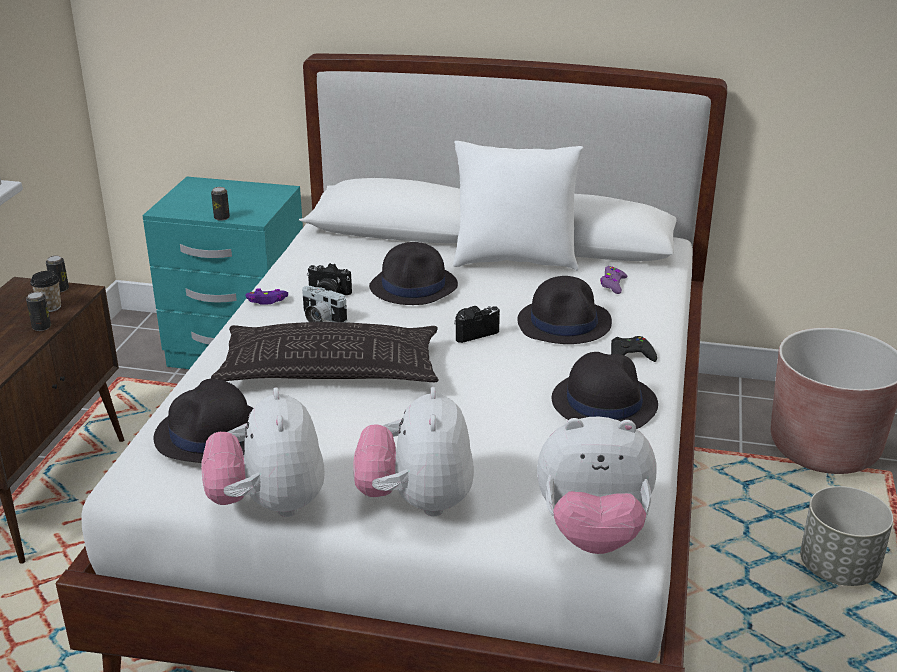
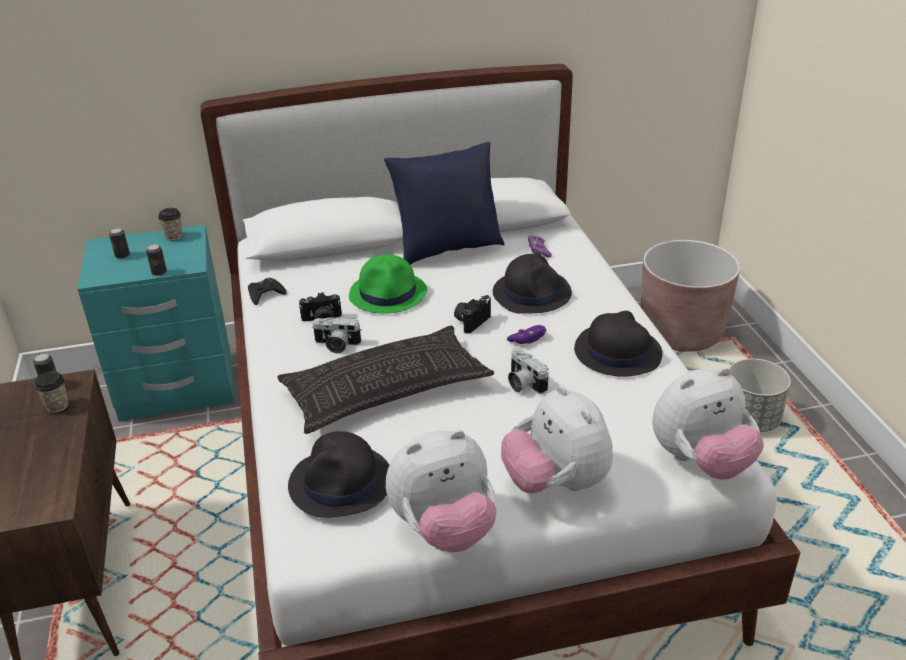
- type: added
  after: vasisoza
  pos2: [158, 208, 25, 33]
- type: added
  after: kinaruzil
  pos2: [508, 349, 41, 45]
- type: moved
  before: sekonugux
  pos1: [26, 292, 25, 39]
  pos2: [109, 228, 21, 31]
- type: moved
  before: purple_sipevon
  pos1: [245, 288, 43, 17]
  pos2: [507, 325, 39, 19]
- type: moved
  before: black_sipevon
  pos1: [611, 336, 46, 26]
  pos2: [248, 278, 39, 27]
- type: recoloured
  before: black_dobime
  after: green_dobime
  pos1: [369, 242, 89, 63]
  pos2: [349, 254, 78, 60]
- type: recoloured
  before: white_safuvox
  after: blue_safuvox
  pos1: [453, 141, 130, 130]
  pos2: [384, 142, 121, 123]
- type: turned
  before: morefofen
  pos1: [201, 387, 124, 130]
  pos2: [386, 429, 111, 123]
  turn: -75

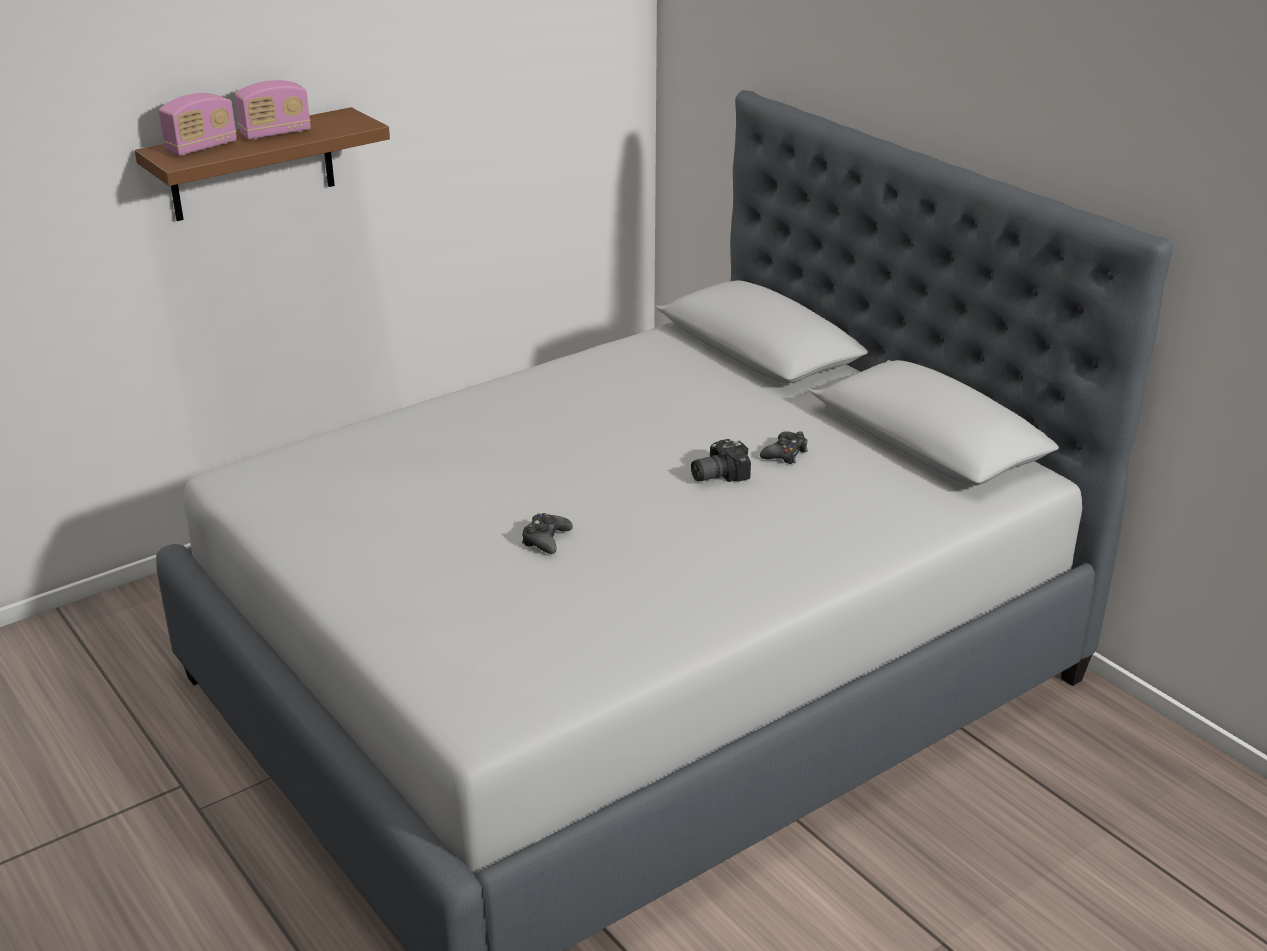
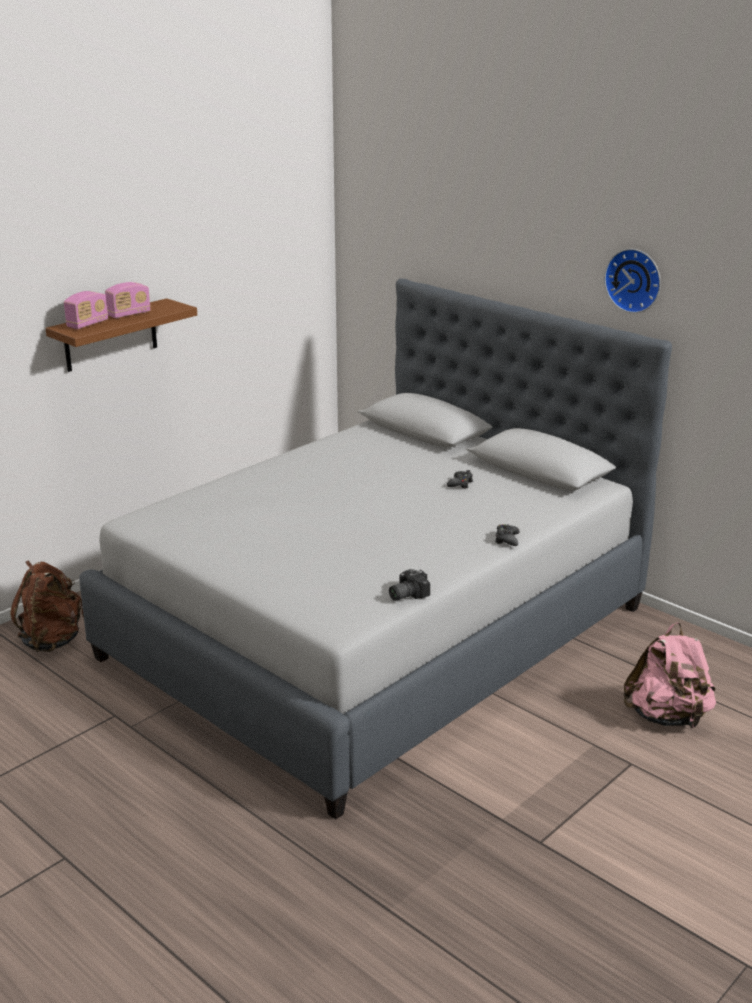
- type: added
  after: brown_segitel
  pos2: [10, 560, 74, 92]
- type: added
  after: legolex
  pos2: [604, 249, 57, 64]
- type: added
  after: pink_segitel
  pos2: [624, 622, 92, 106]
- type: moved
  before: black_sipevon
  pos1: [522, 513, 51, 41]
  pos2: [495, 524, 25, 22]
- type: moved
  before: kinaruzil
  pos1: [691, 439, 60, 43]
  pos2: [389, 569, 41, 32]

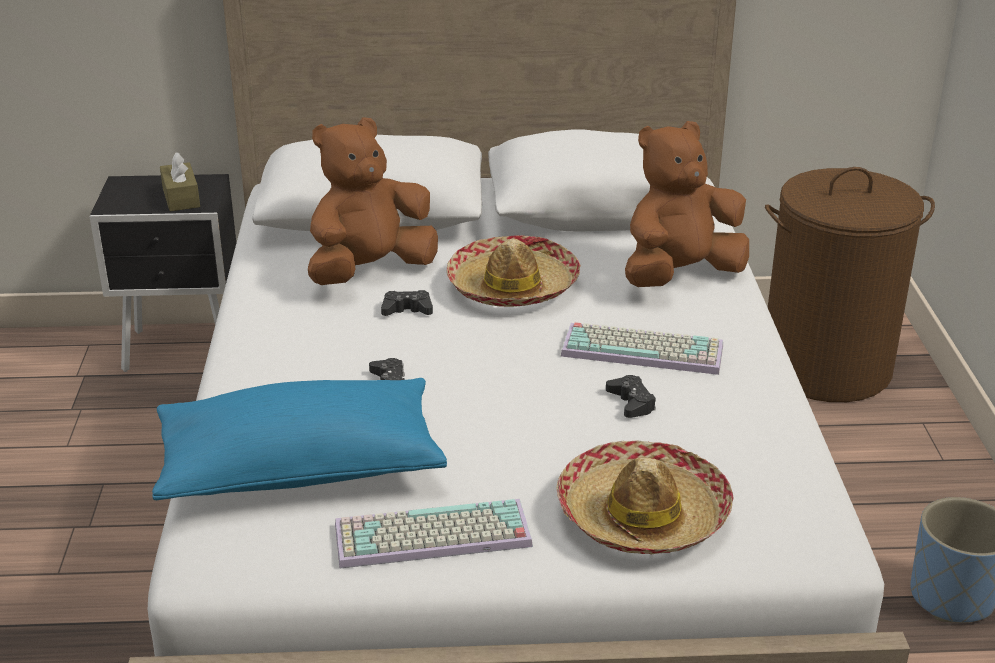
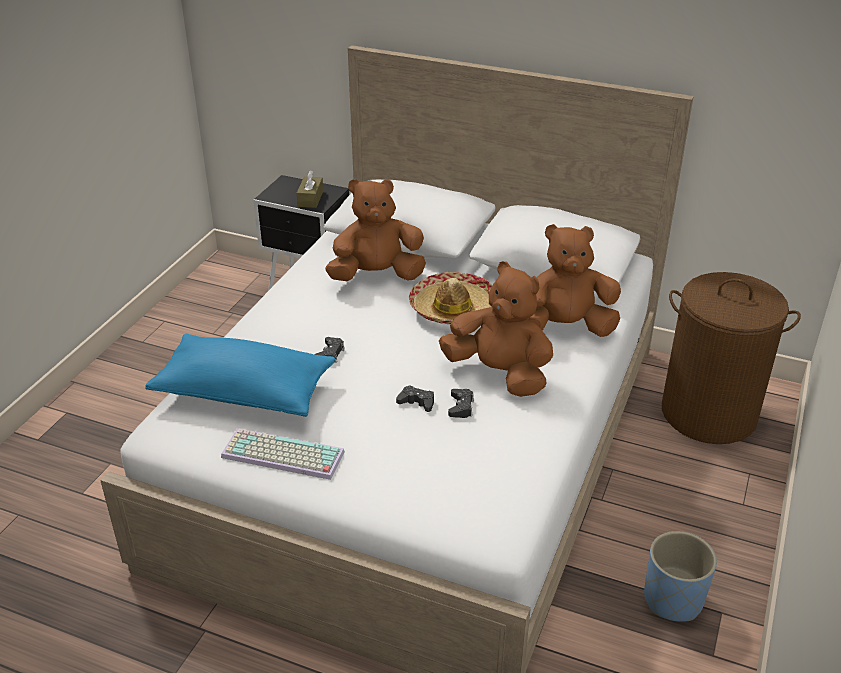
- type: removed
  before: dobime
  pos1: [556, 440, 178, 114]
- type: moved
  before: black_sipevon
  pos1: [381, 290, 52, 26]
  pos2: [396, 385, 38, 27]
- type: replaced
  before: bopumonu
  after: brown_morefofen
  pos1: [561, 322, 162, 53]
  pos2: [439, 261, 114, 136]

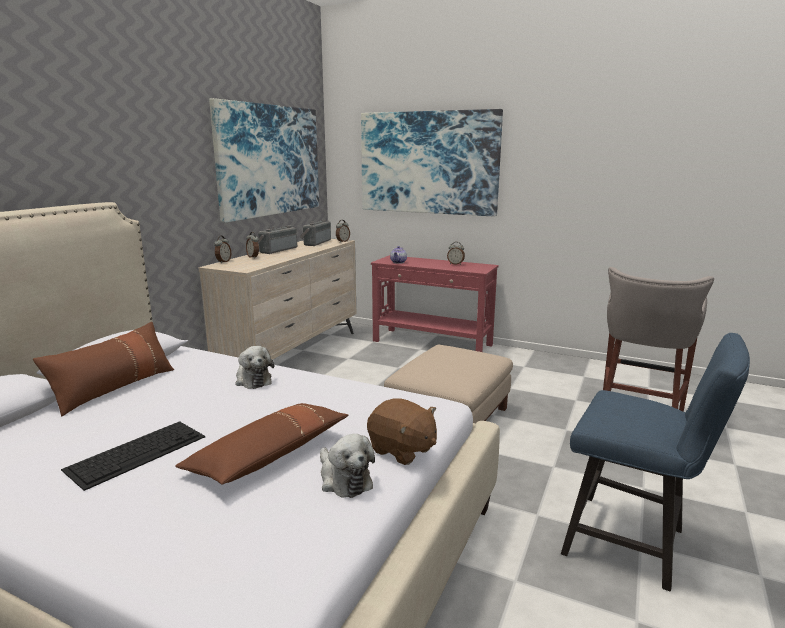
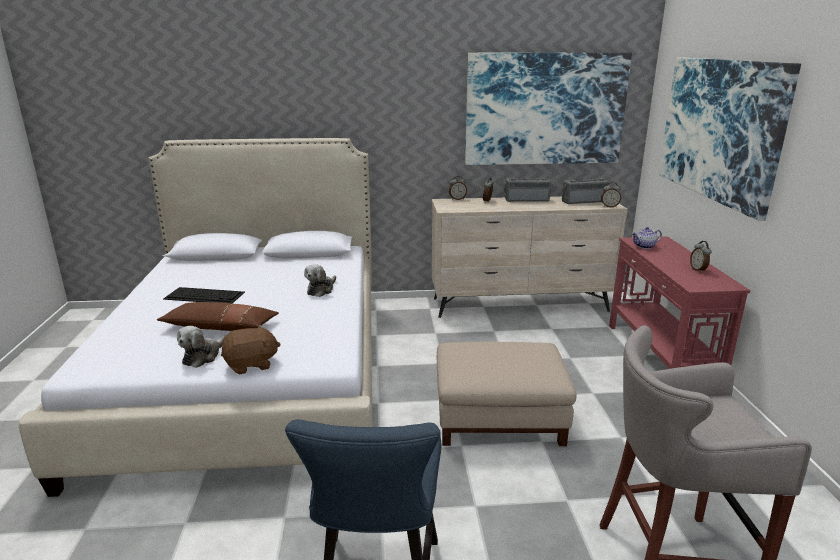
- type: removed
  before: brown_safuvox
  pos1: [33, 322, 141, 94]
- type: turned
  before: brown_morefofen
  pos1: [367, 398, 70, 67]
  pos2: [221, 324, 60, 50]
  turn: -120

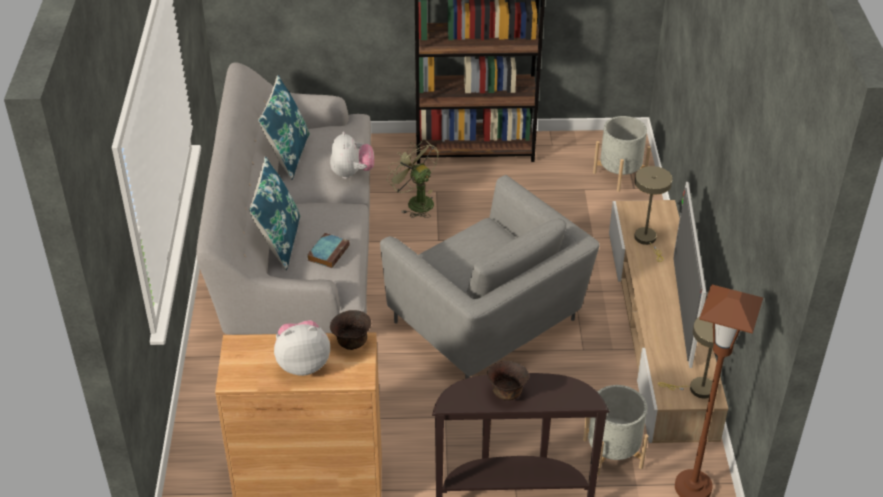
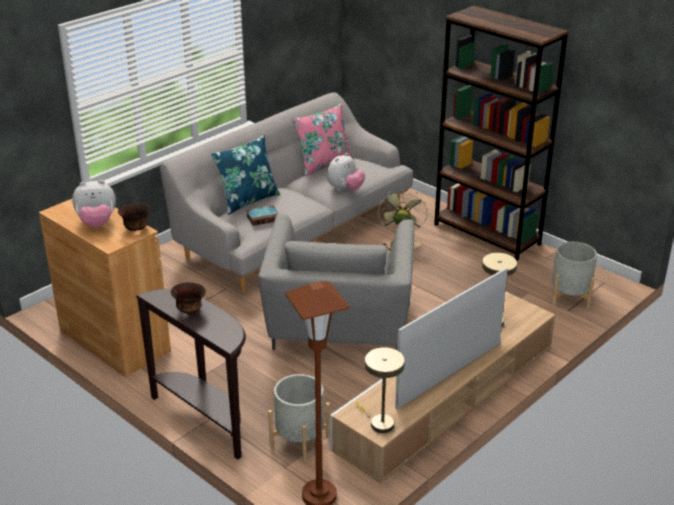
- type: recoloured
  before: blue_safuvox
  after: pink_safuvox
  pos1: [258, 75, 52, 105]
  pos2: [292, 104, 62, 73]
- type: turned
  before: morefofen
  pos1: [274, 320, 56, 56]
  pos2: [72, 180, 44, 48]
  turn: 135

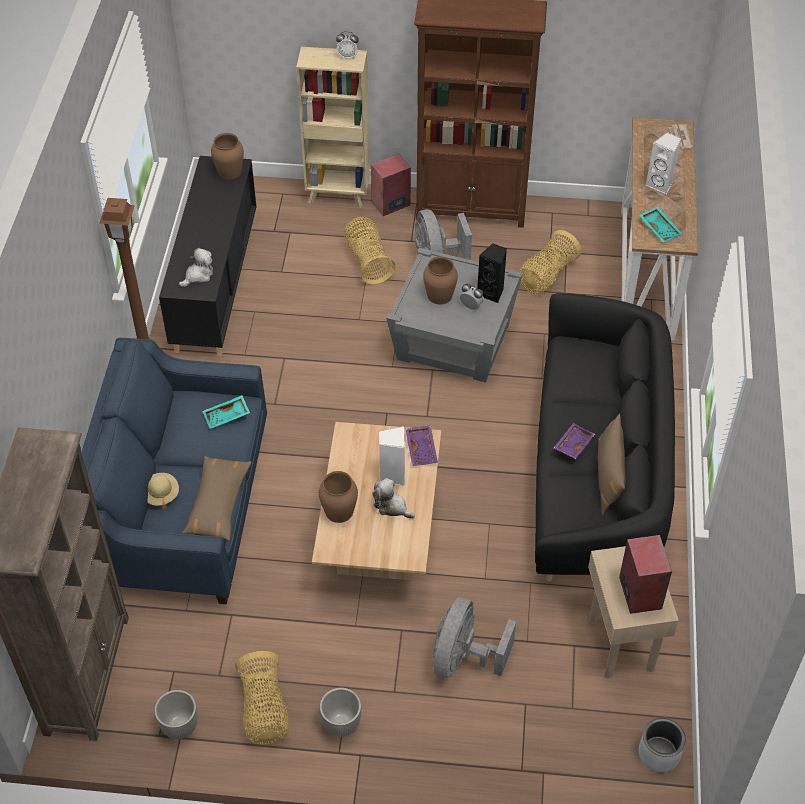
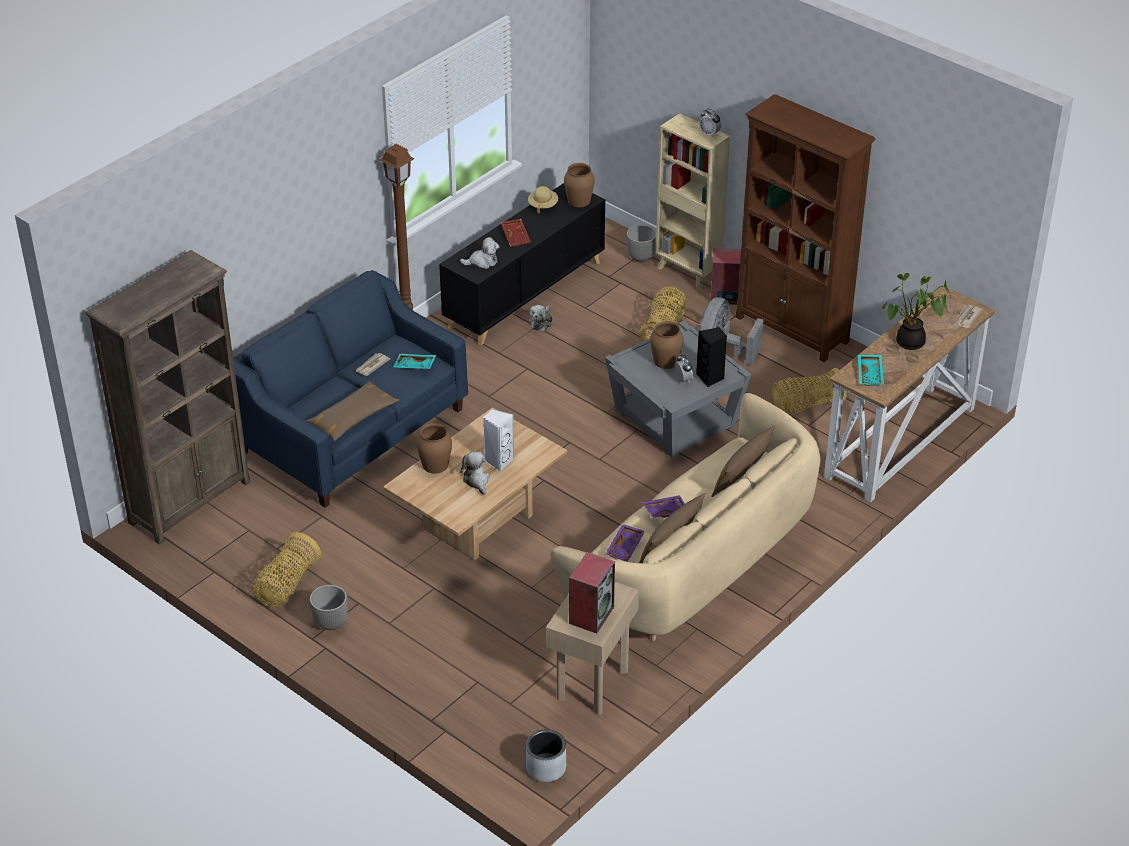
- type: removed
  before: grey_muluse
  pos1: [433, 597, 83, 81]
- type: added
  after: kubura
  pos2: [355, 353, 35, 23]
- type: added
  after: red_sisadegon
  pos2: [501, 219, 30, 28]
- type: added
  after: morefofen
  pos2: [529, 305, 24, 26]
- type: added
  after: brown_safuvox
  pos2: [711, 425, 64, 72]
- type: moved
  before: beige_dobime
  pos1: [147, 473, 32, 37]
  pos2: [528, 186, 30, 28]
- type: moved
  before: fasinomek
  pos1: [154, 690, 44, 49]
  pos2: [626, 225, 30, 37]
- type: moved
  before: purple_sisadegon
  pos1: [405, 425, 33, 41]
  pos2: [605, 524, 40, 38]
- type: replaced
  before: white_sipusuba
  after: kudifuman
  pos1: [646, 132, 35, 62]
  pos2: [882, 273, 69, 77]
- type: recoloured
  before: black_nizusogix
  after: beige_nizusogix
  pos1: [535, 293, 140, 288]
  pos2: [551, 393, 270, 248]

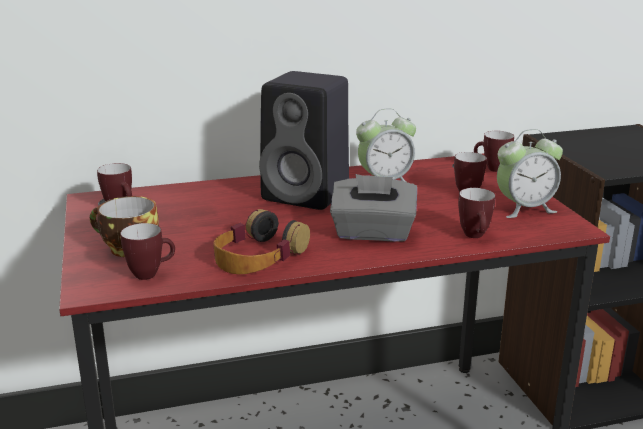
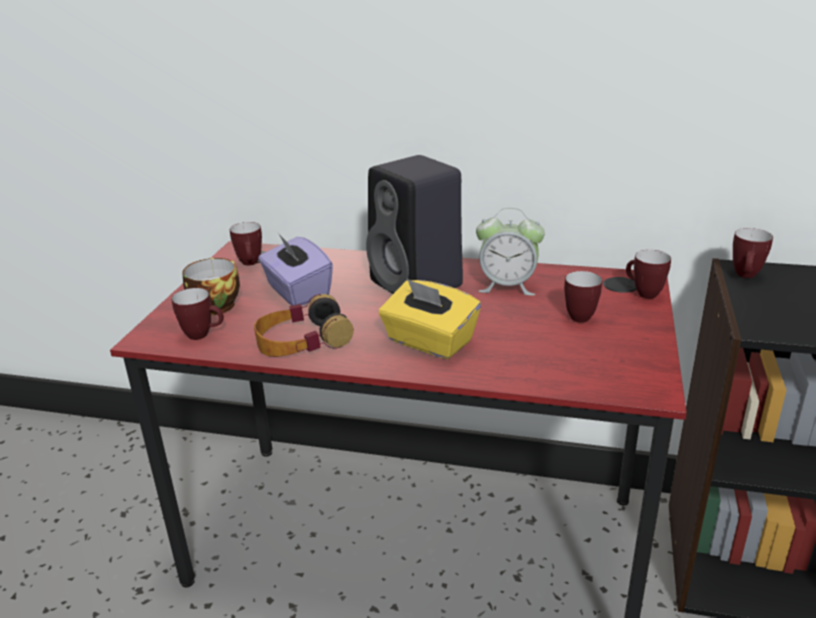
- type: removed
  before: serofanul
  pos1: [497, 129, 66, 89]
- type: added
  after: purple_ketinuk
  pos2: [258, 233, 75, 73]
- type: moved
  before: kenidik
  pos1: [458, 188, 38, 50]
  pos2: [733, 228, 40, 50]
- type: recoloured
  before: grey_ketinuk
  after: yellow_ketinuk
  pos1: [330, 174, 87, 68]
  pos2: [378, 279, 103, 80]

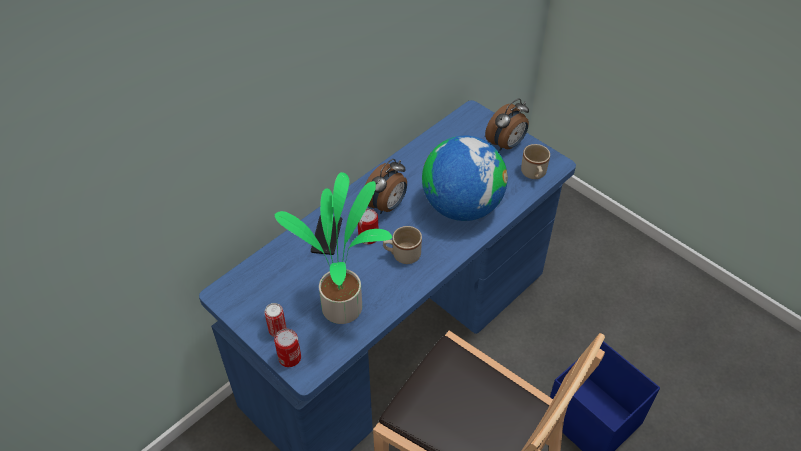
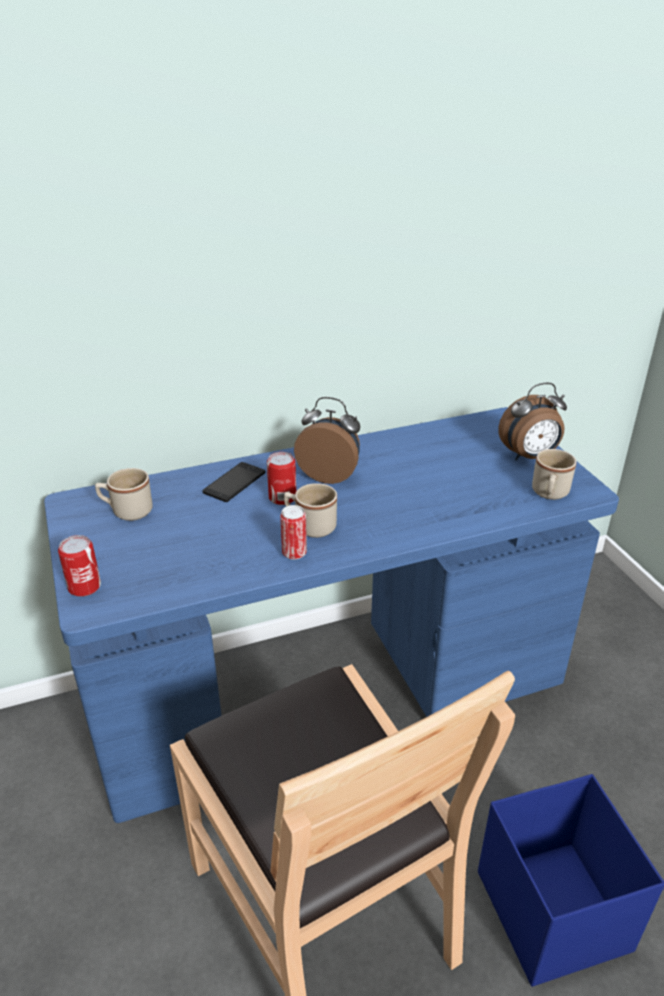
- type: removed
  before: kudifuman
  pos1: [275, 172, 117, 152]
- type: removed
  before: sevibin
  pos1: [422, 135, 86, 86]
- type: added
  after: beige_kenidik
  pos2: [95, 468, 58, 53]
- type: moved
  before: sekonugux
  pos1: [264, 303, 23, 34]
  pos2: [280, 505, 27, 55]
- type: turned
  before: serofanul
  pos1: [365, 159, 42, 55]
  pos2: [294, 397, 66, 87]
  turn: -135

